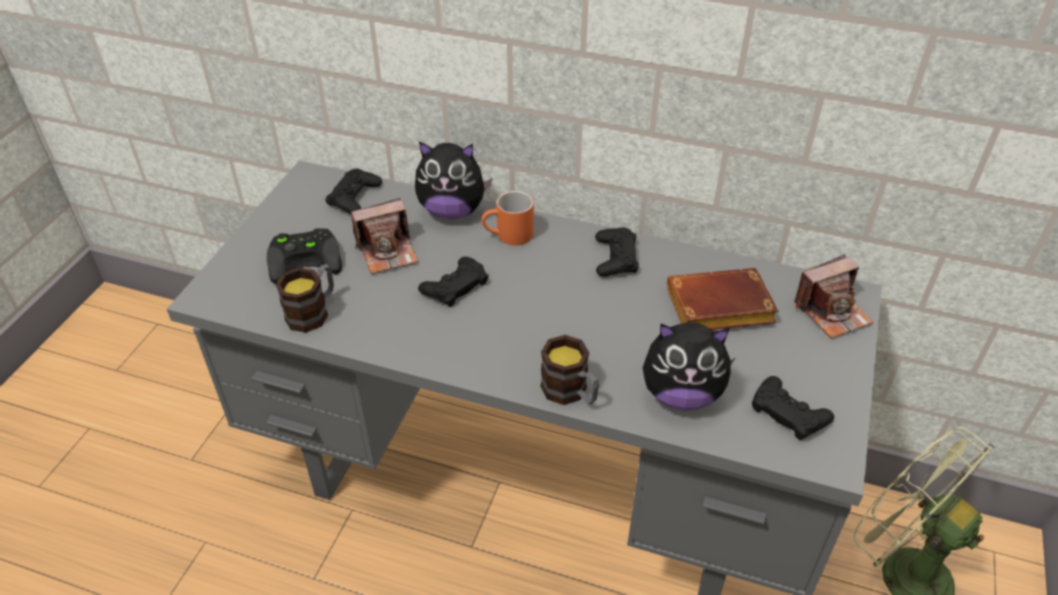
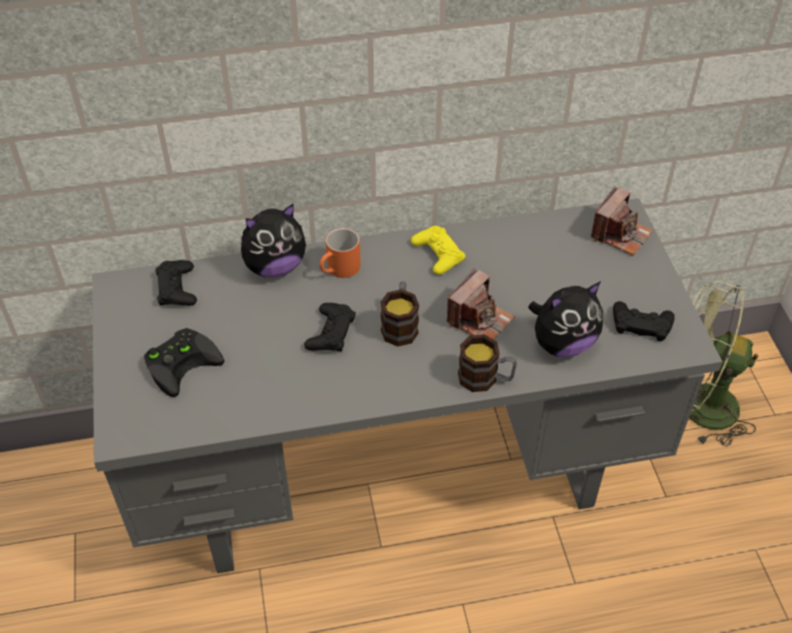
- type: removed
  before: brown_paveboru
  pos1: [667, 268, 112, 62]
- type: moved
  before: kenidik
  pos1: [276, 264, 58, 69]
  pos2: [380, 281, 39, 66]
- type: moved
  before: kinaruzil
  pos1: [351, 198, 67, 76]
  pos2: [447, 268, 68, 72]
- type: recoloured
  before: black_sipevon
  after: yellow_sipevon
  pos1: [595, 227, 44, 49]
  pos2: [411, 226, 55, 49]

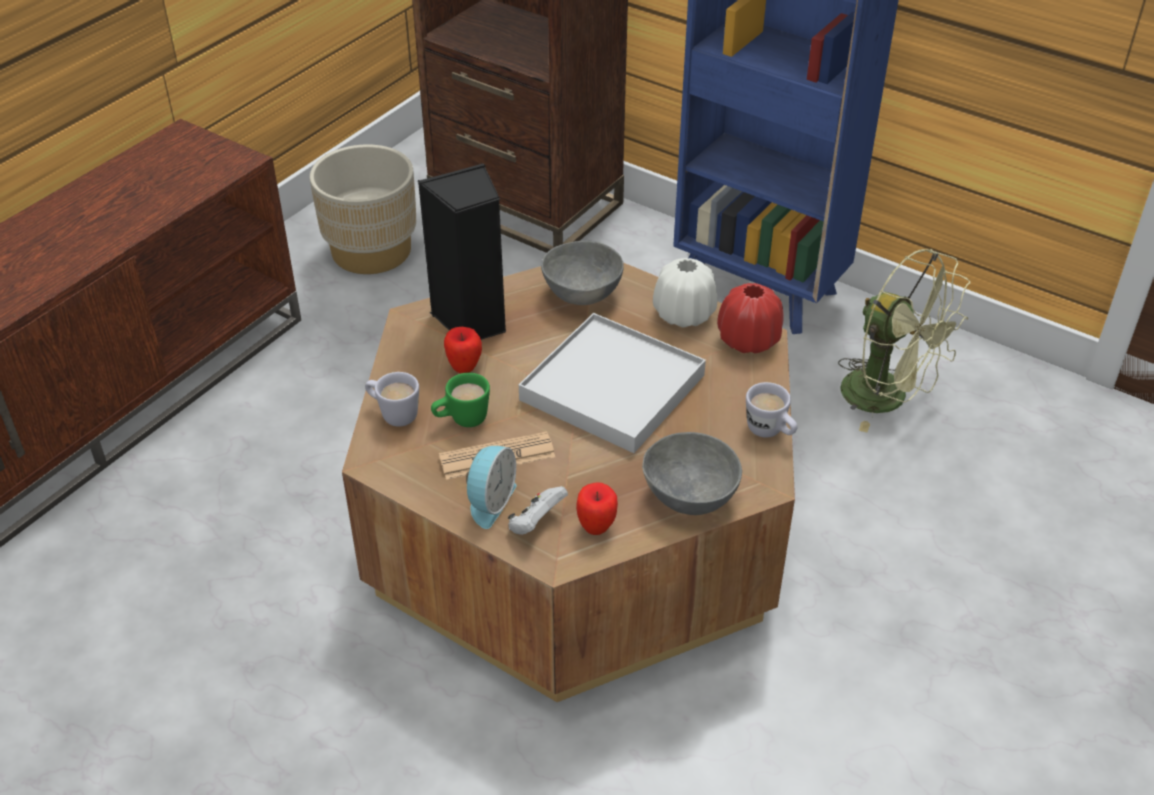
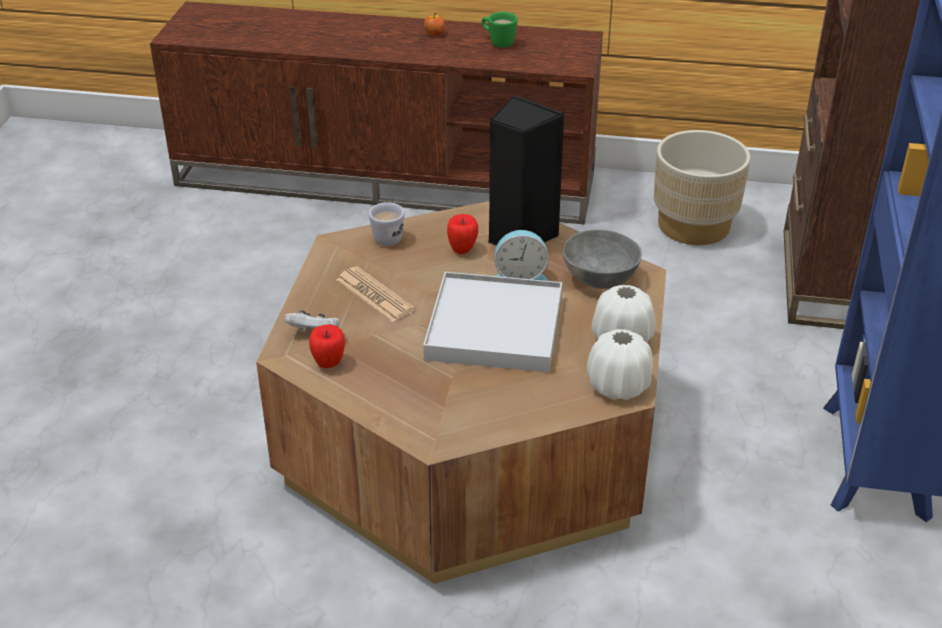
- type: removed
  before: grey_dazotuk
  pos1: [642, 432, 100, 83]
- type: removed
  before: white_kenidik
  pos1: [746, 382, 51, 56]
- type: removed
  before: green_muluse
  pos1: [838, 249, 132, 183]
- type: added
  after: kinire
  pos2: [424, 13, 21, 23]
- type: moved
  before: green_kenidik
  pos1: [431, 373, 59, 54]
  pos2: [482, 12, 36, 36]
- type: moved
  before: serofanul
  pos1: [466, 446, 51, 83]
  pos2: [494, 230, 54, 51]
- type: recoloured
  before: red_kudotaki
  after: white_kudotaki
  pos1: [717, 283, 67, 71]
  pos2: [587, 329, 66, 71]

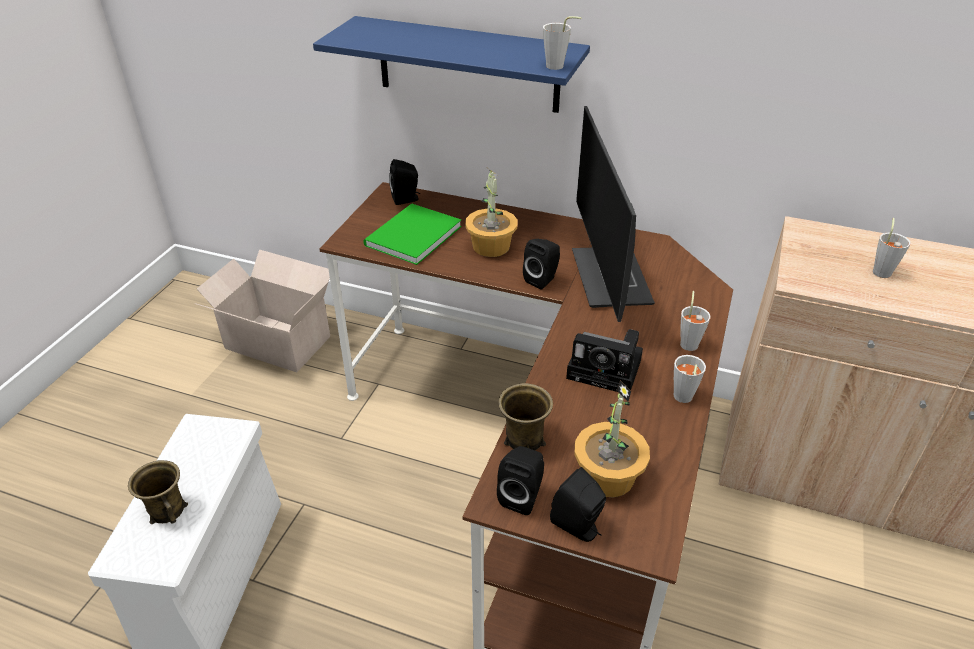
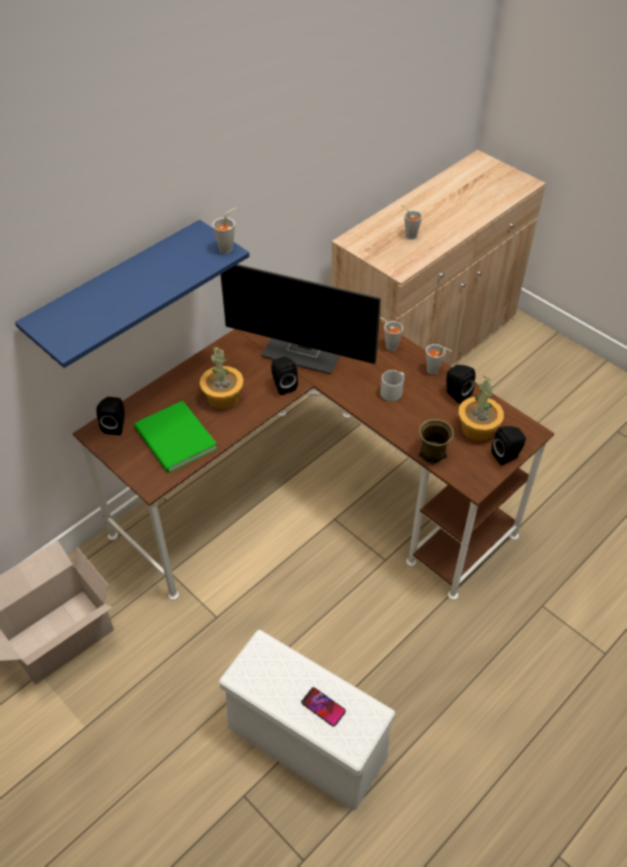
- type: moved
  before: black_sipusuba
  pos1: [497, 446, 47, 69]
  pos2: [445, 365, 30, 39]
- type: replaced
  before: brown_kenidik
  after: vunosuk
  pos1: [128, 460, 60, 64]
  pos2: [301, 687, 45, 40]
- type: replaced
  before: kinaruzil
  after: grey_kenidik
  pos1: [566, 329, 77, 63]
  pos2: [380, 370, 25, 32]

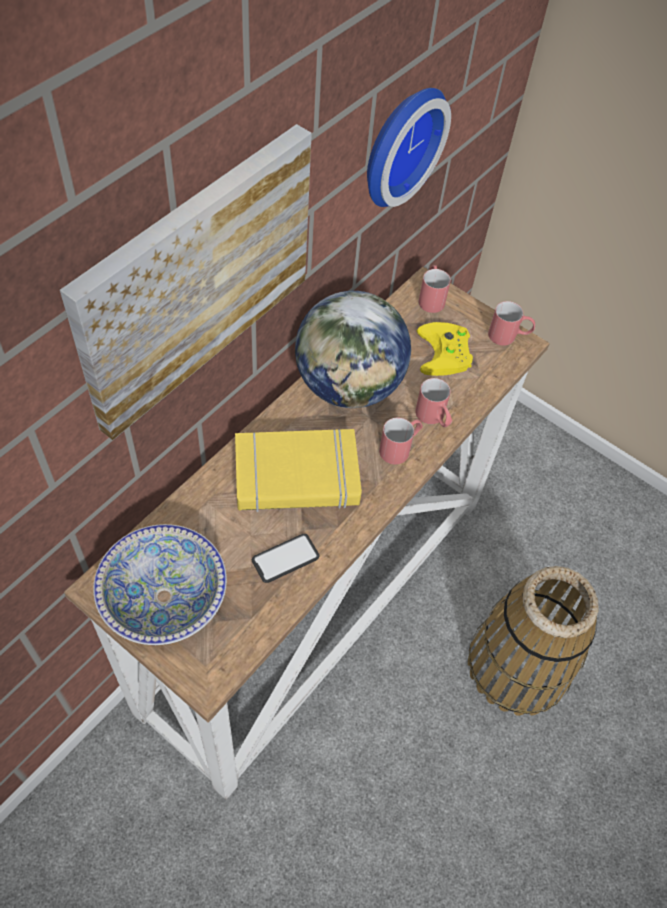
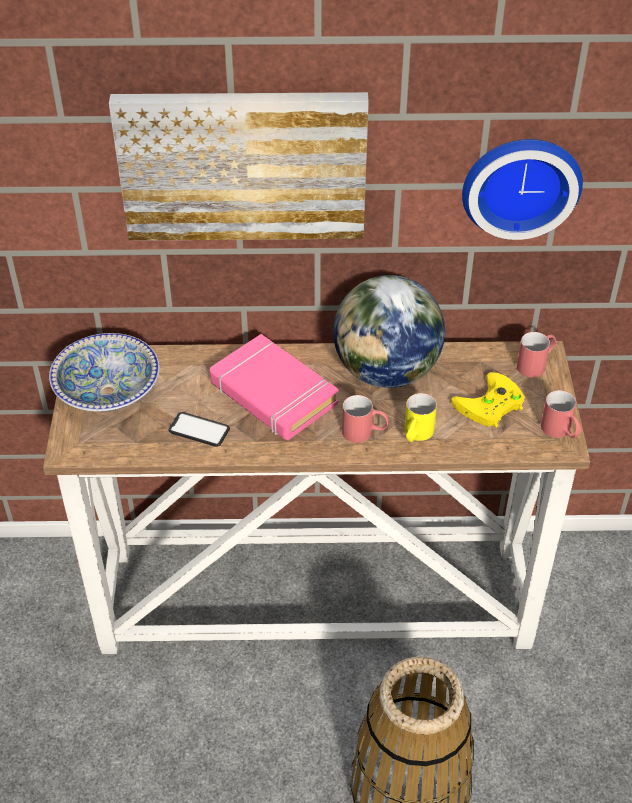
- type: recoloured
  before: yellow_paveboru
  after: pink_paveboru
  pos1: [235, 429, 127, 83]
  pos2: [210, 334, 129, 106]
- type: recoloured
  before: red_kenidik
  after: yellow_kenidik
  pos1: [415, 378, 37, 49]
  pos2: [405, 393, 32, 49]

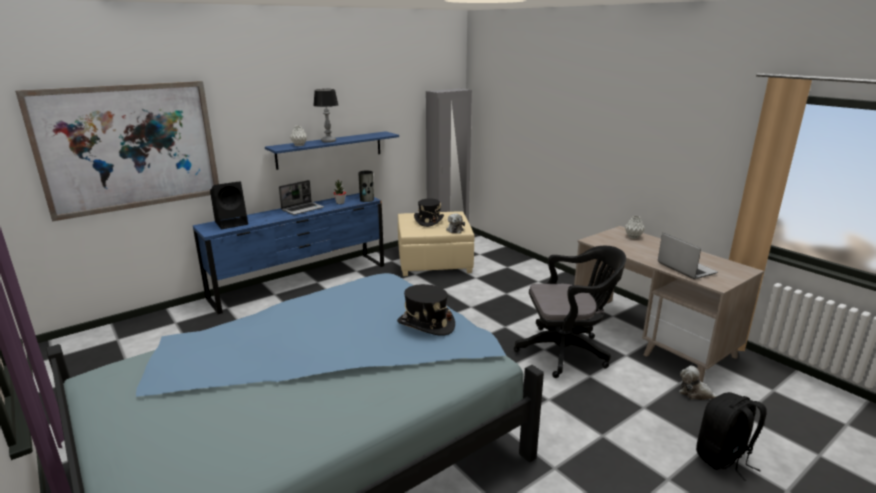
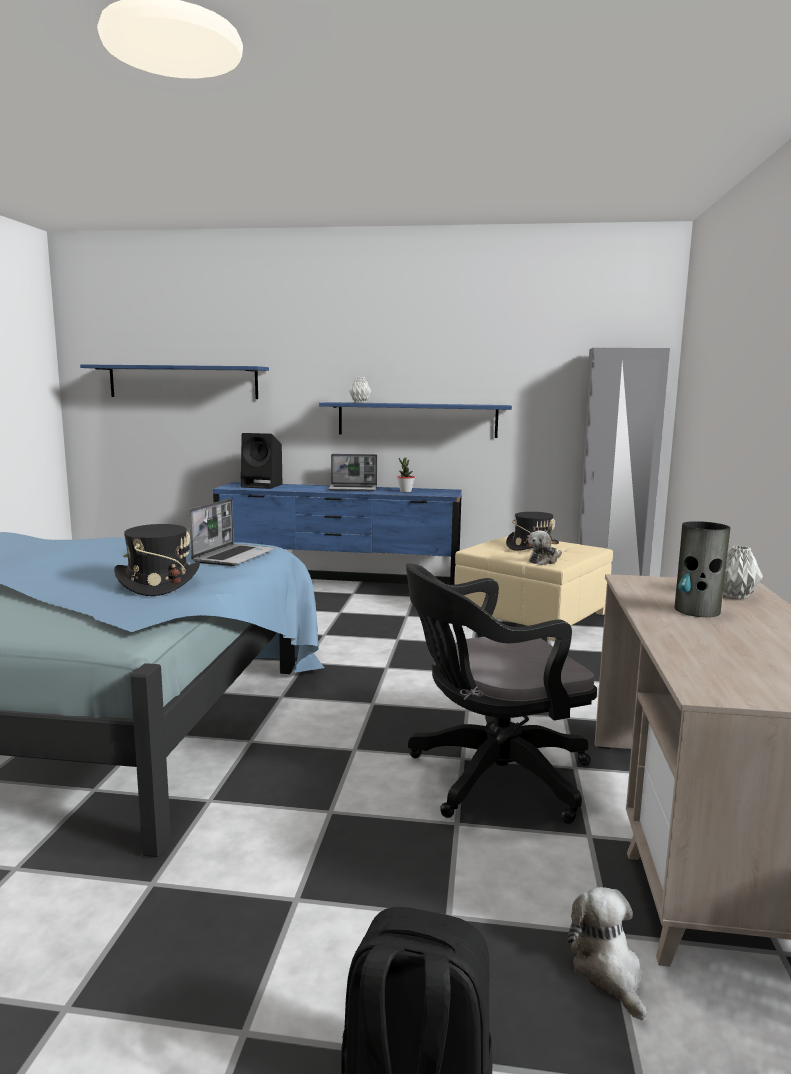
- type: removed
  before: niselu
  pos1: [313, 89, 25, 54]
- type: moved
  before: kudotaki
  pos1: [358, 171, 16, 31]
  pos2: [675, 521, 55, 96]
- type: moved
  before: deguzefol
  pos1: [658, 233, 60, 46]
  pos2: [189, 498, 86, 68]
- type: replaced
  before: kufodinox
  after: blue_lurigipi
  pos1: [15, 81, 204, 141]
  pos2: [80, 364, 189, 35]
- type: turned
  before: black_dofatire
  pos1: [514, 246, 112, 132]
  pos2: [406, 563, 191, 261]
  turn: 120

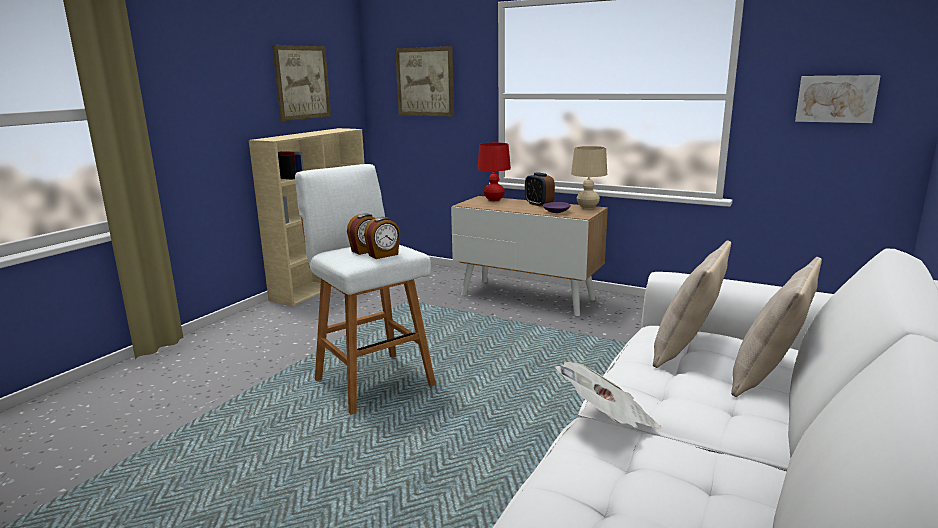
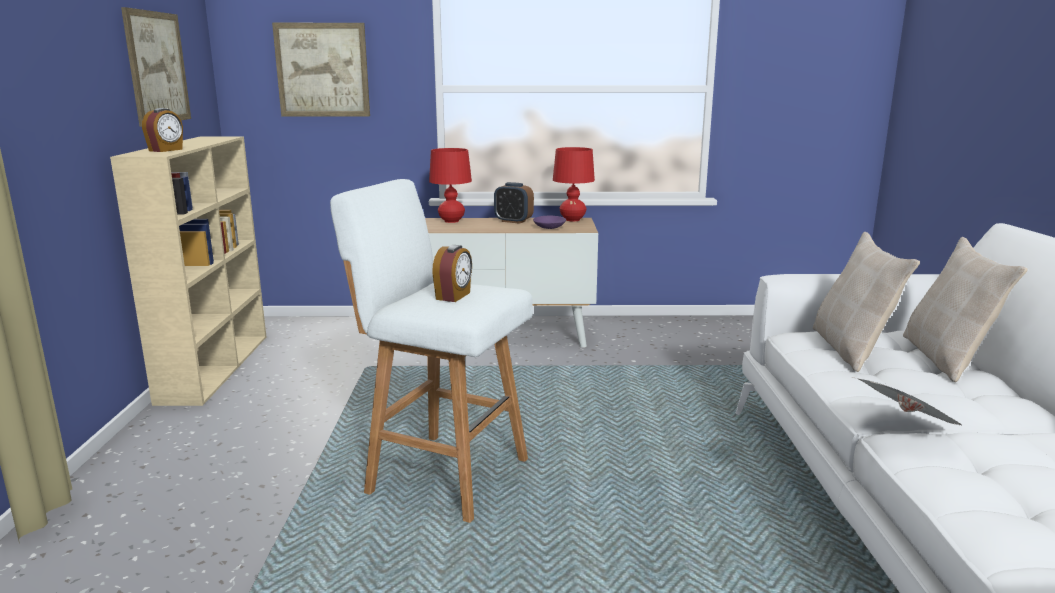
- type: removed
  before: kufodinox
  pos1: [795, 75, 86, 48]
- type: moved
  before: serofanul
  pos1: [364, 217, 36, 42]
  pos2: [142, 108, 41, 44]
- type: recoloured
  before: beige_niselu
  after: red_niselu
  pos1: [571, 146, 36, 63]
  pos2: [553, 147, 42, 74]

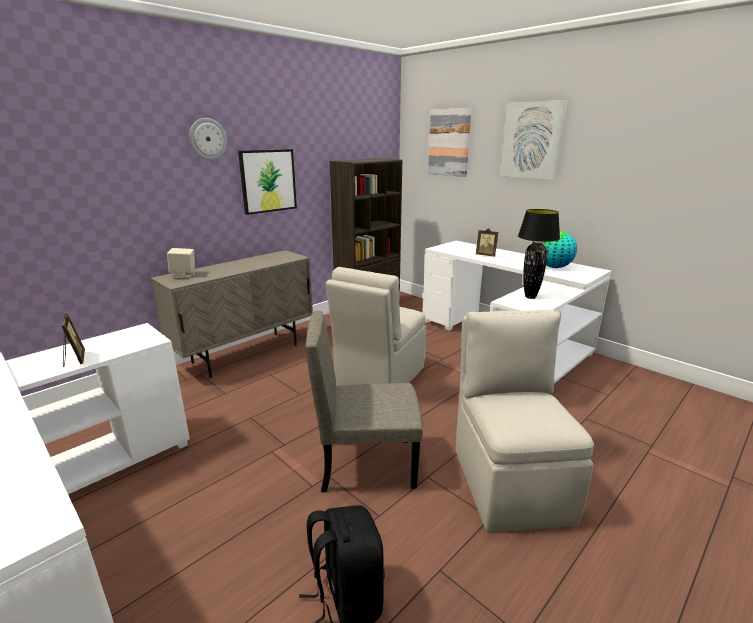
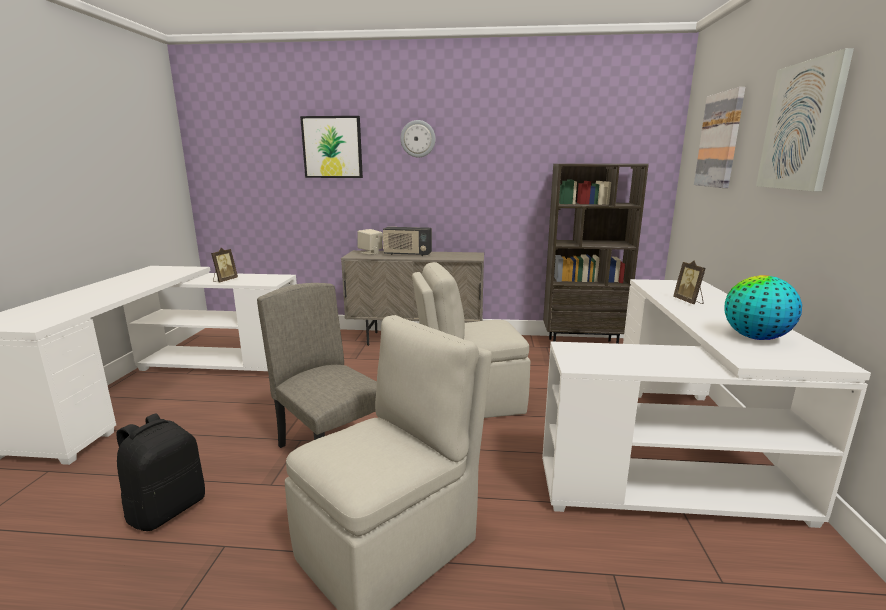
- type: removed
  before: black_niselu
  pos1: [518, 209, 42, 90]
- type: added
  after: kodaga
  pos2: [382, 227, 50, 29]
- type: moved
  before: kufodinox
  pos1: [238, 149, 59, 66]
  pos2: [300, 116, 63, 62]

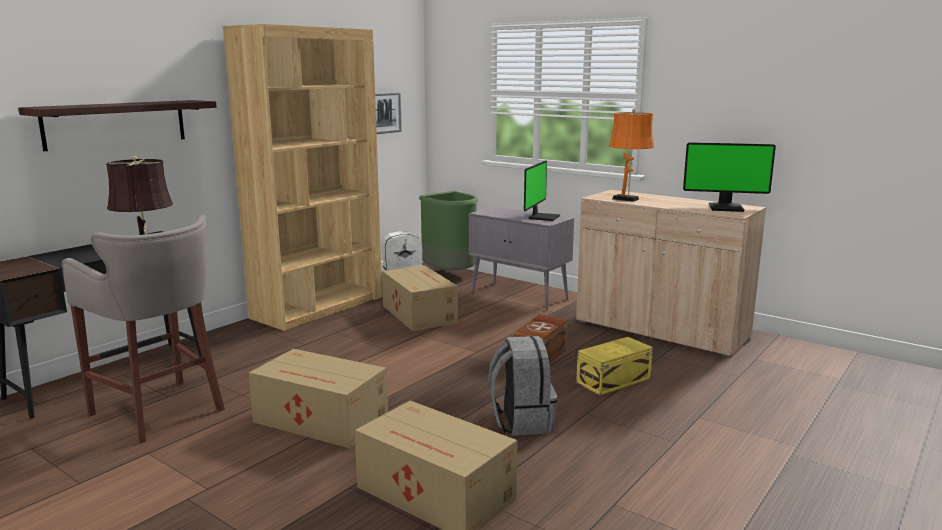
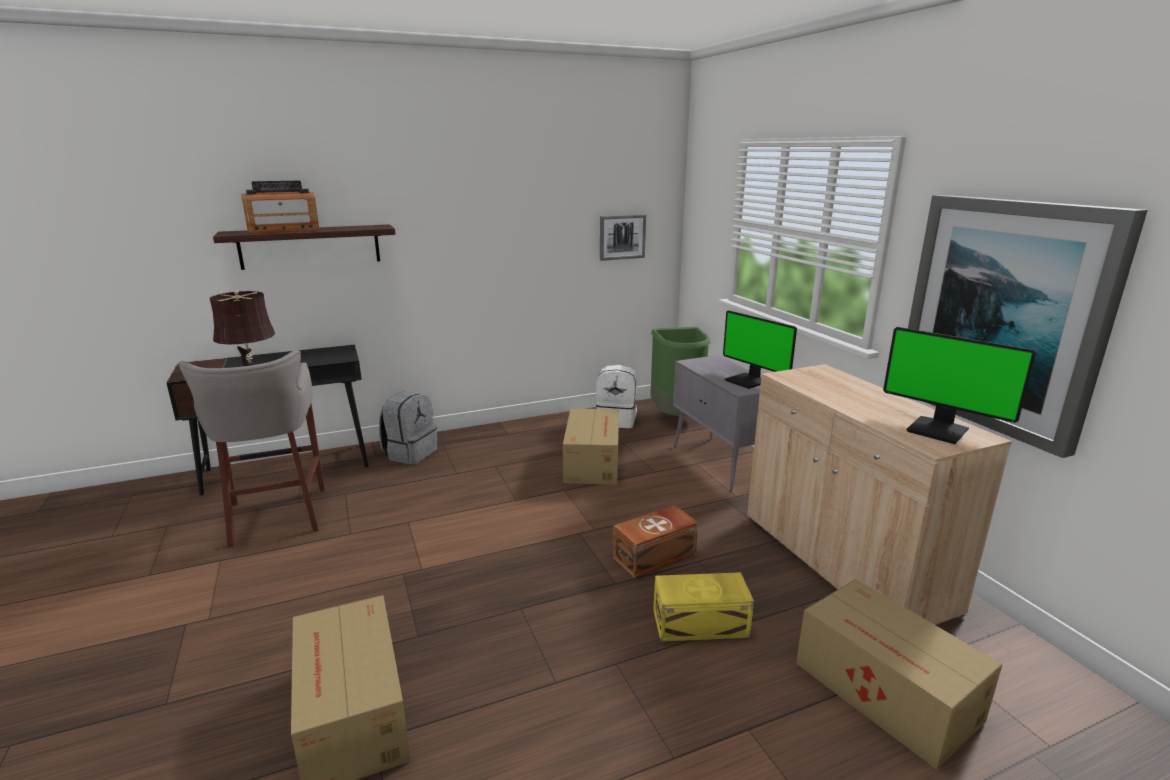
- type: removed
  before: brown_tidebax
  pos1: [223, 24, 159, 307]
- type: removed
  before: orange_niselu
  pos1: [609, 109, 46, 93]
- type: added
  after: kodaga
  pos2: [241, 181, 79, 53]
- type: added
  after: kufodinox
  pos2: [908, 195, 240, 263]
- type: moved
  before: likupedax
  pos1: [249, 349, 139, 99]
  pos2: [796, 579, 207, 191]
- type: moved
  before: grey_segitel
  pos1: [488, 336, 69, 100]
  pos2: [379, 391, 58, 74]
- type: turned
  before: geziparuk
  pos1: [524, 161, 36, 60]
  pos2: [723, 310, 74, 79]
  turn: 90

